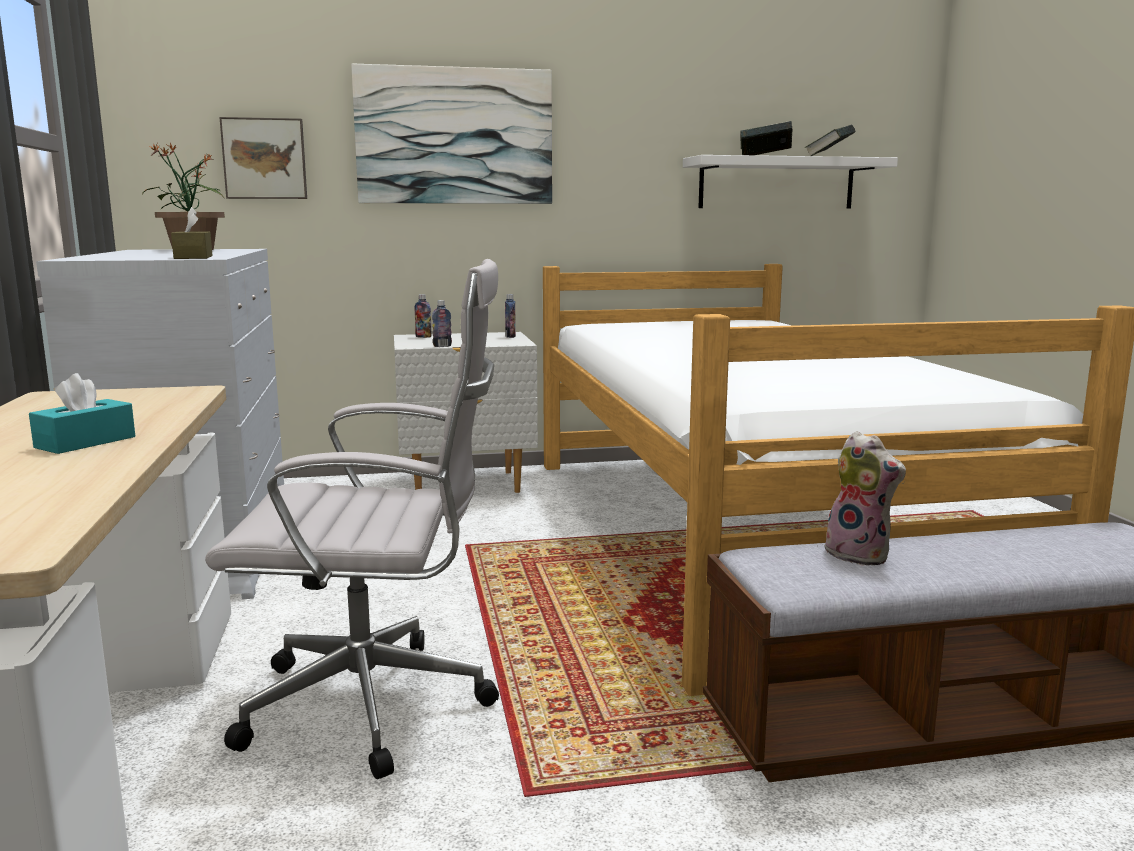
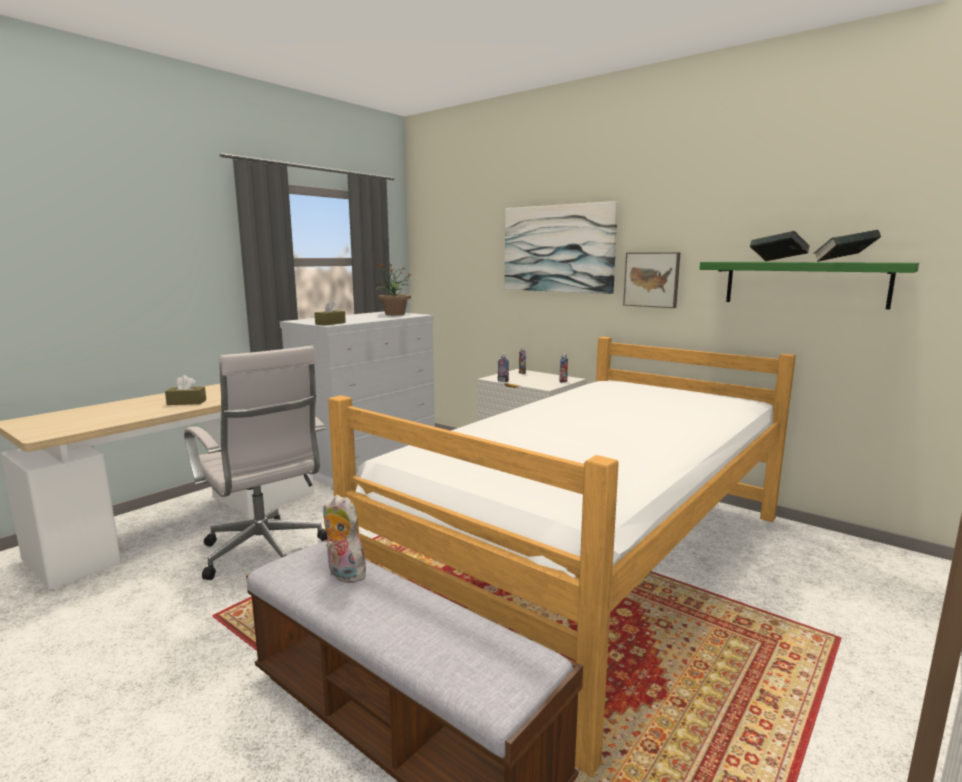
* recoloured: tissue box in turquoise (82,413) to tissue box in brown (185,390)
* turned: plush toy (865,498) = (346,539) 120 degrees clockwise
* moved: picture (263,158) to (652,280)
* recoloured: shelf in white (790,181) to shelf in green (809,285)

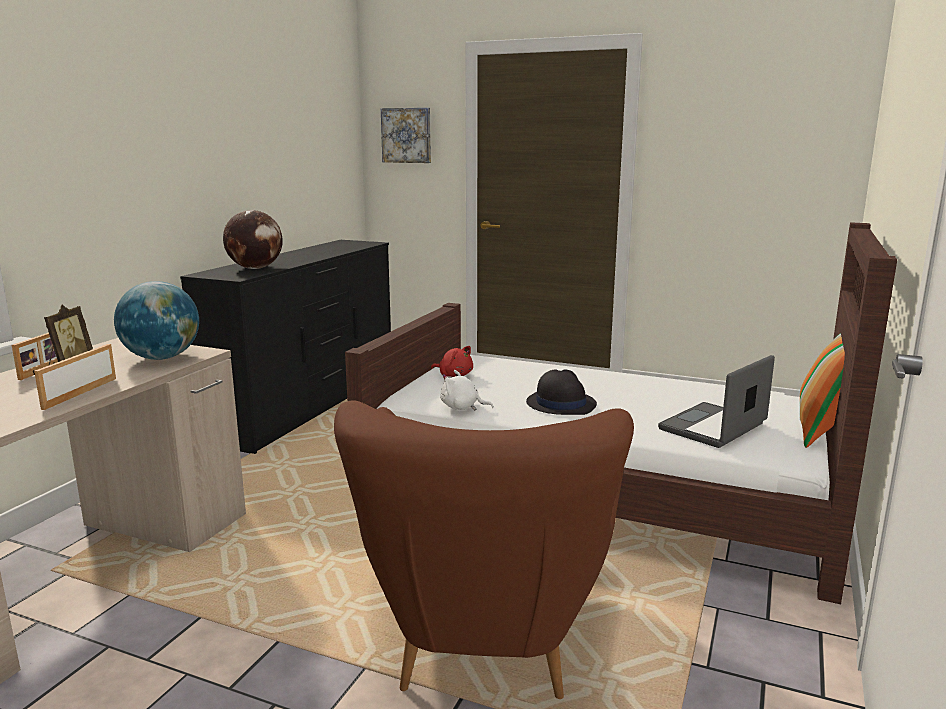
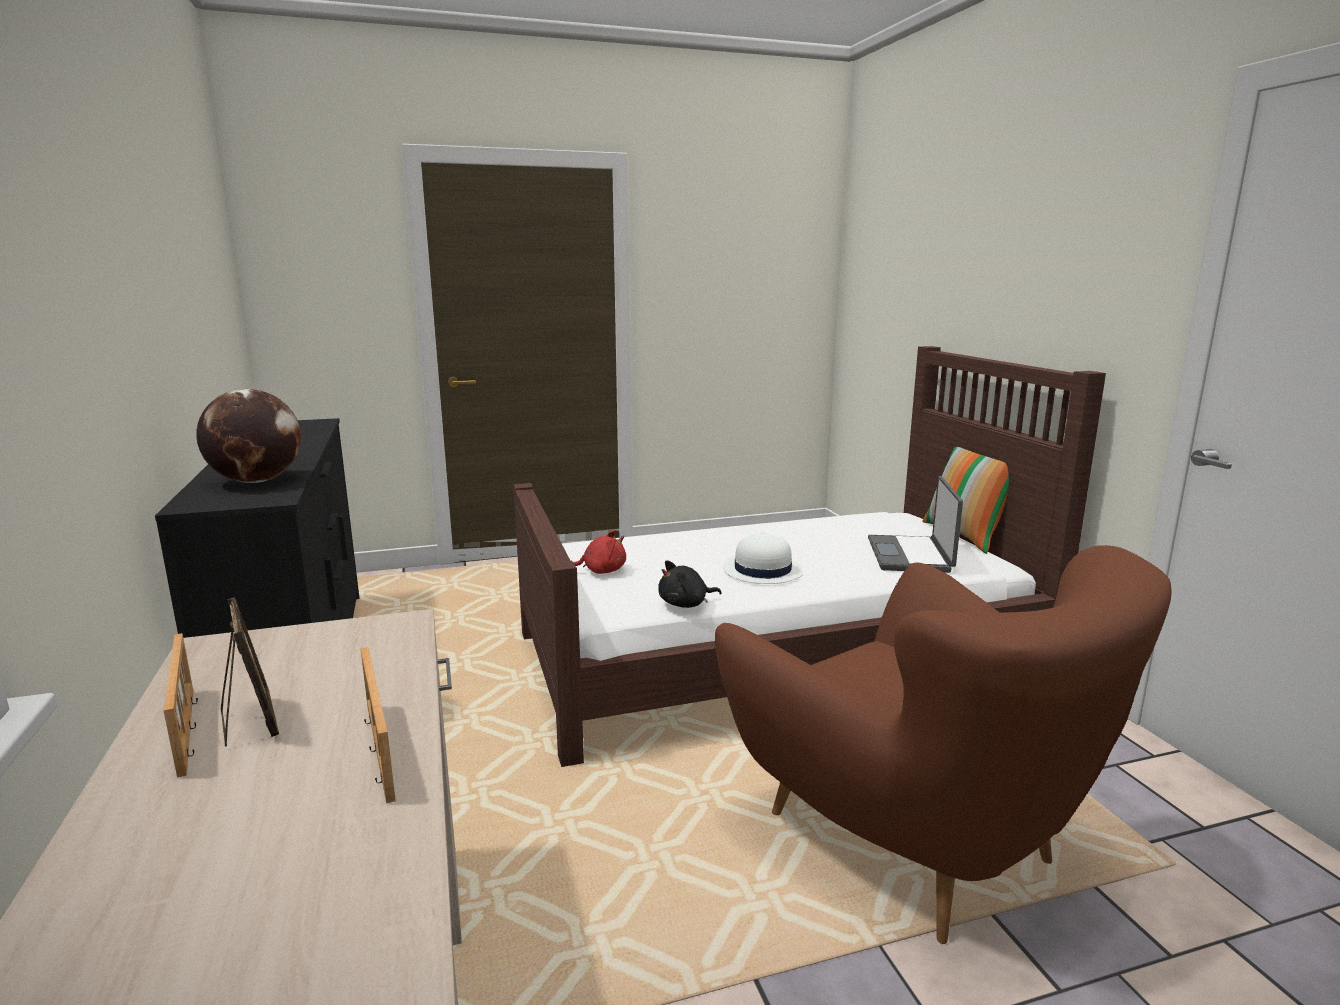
* recoloured: plush toy in white (467,390) to plush toy in black (690,584)
* recoloured: hat in black (561,392) to hat in white (763,557)
* removed: globe (156,320)
* removed: picture (406,135)

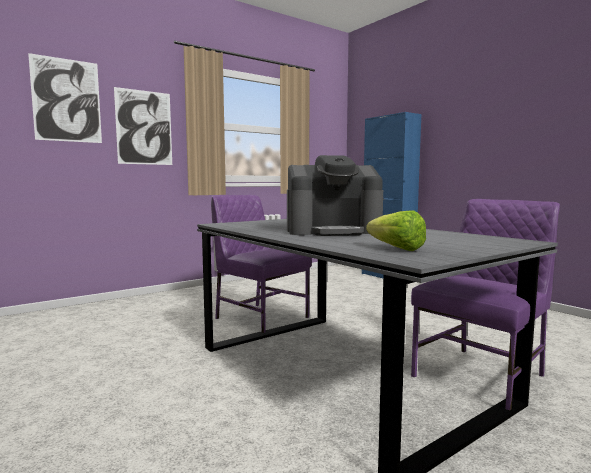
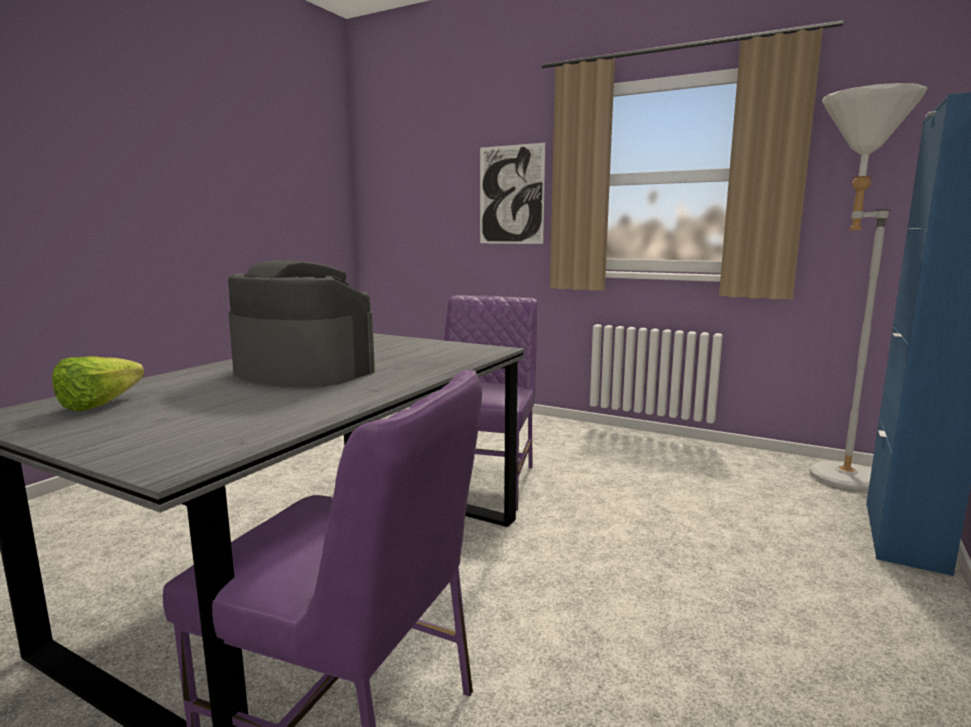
* turned: coffee machine (335,195) = (301,323) 150 degrees clockwise
* added: floor lamp in white (869,287)
* removed: picture (65,98)

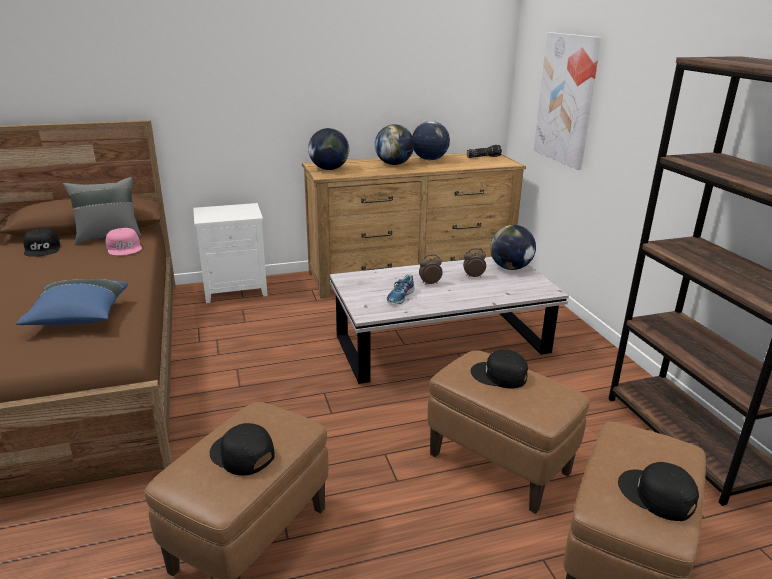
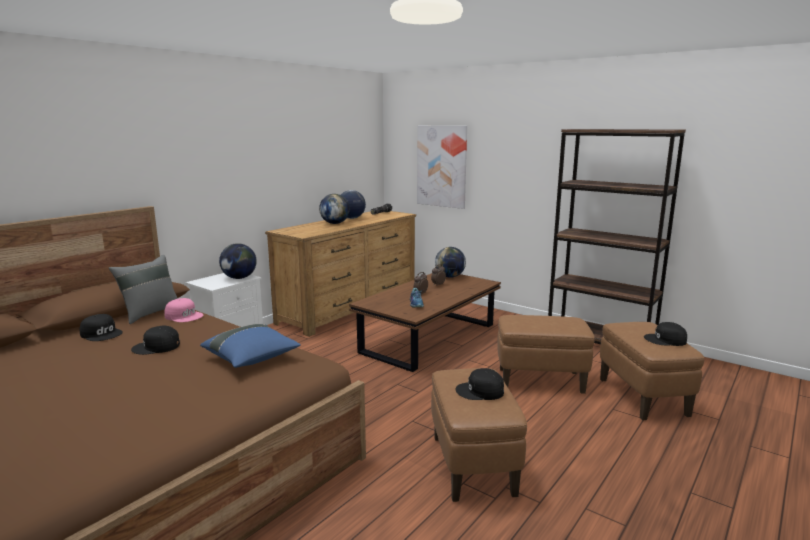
* moved: cap in black (499,369) to (155,340)
* moved: globe (328,149) to (238,261)
* recoloured: coffee table in white (449,320) to coffee table in brown (425,322)

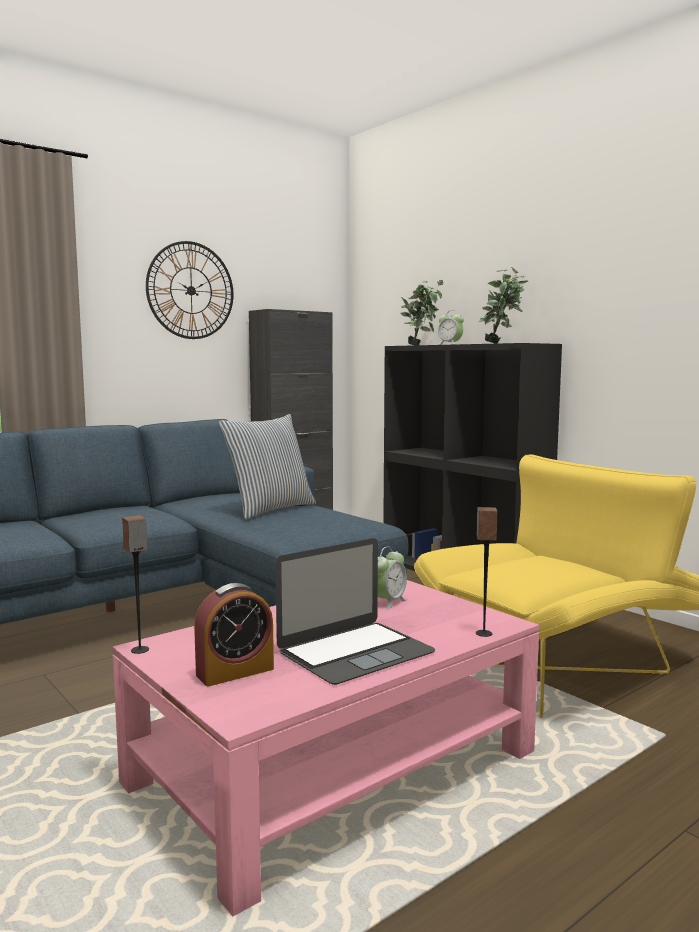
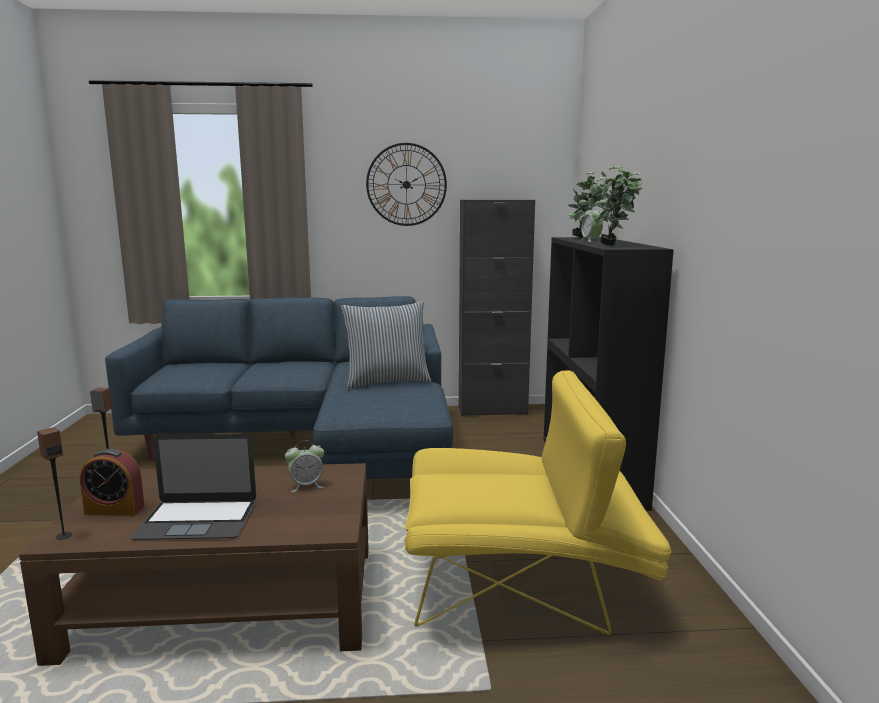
* recoloured: coffee table in pink (325,748) to coffee table in brown (194,564)
* moved: speaker (486,572) to (54,483)

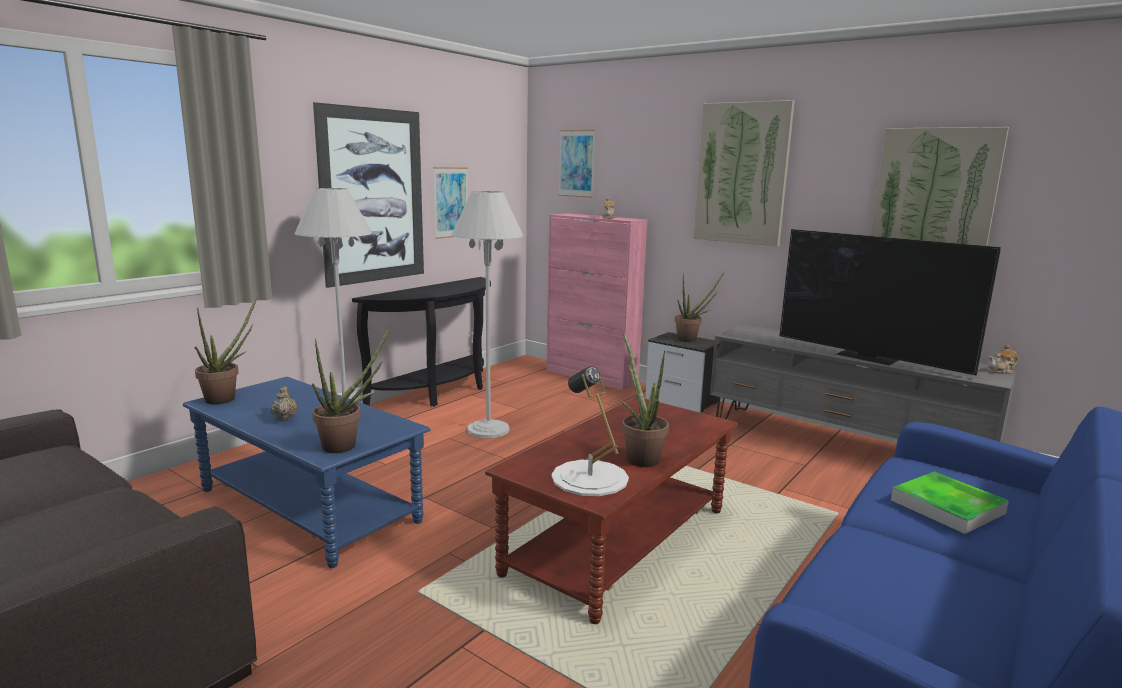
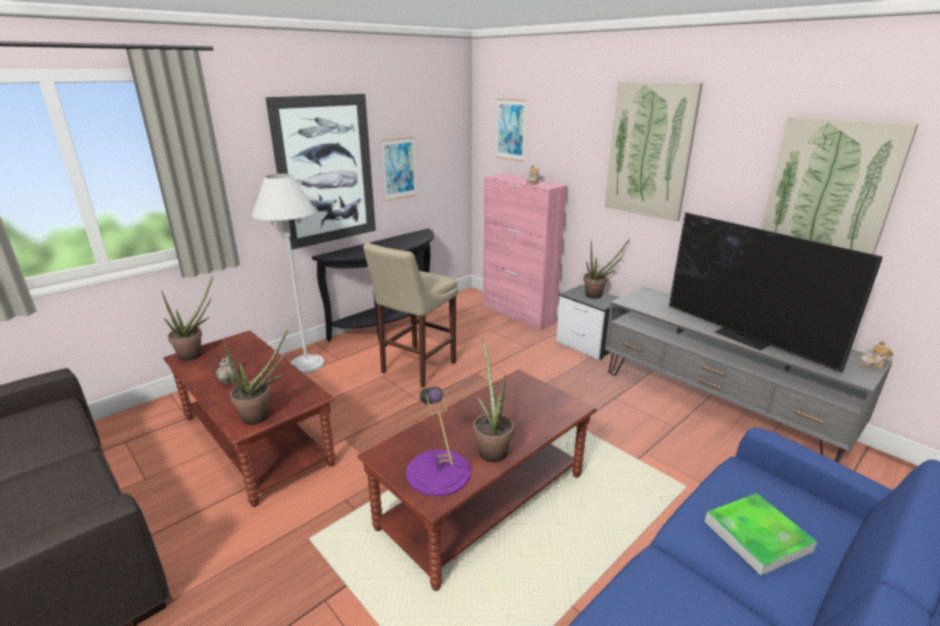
* recoloured: coffee table in blue (307,472) to coffee table in brown (249,418)
* replaced: floor lamp in white (487,314) to stool in beige (410,315)
* recoloured: table lamp in white (590,431) to table lamp in purple (438,442)

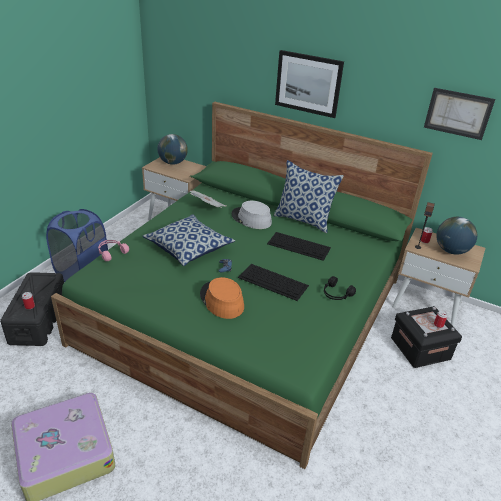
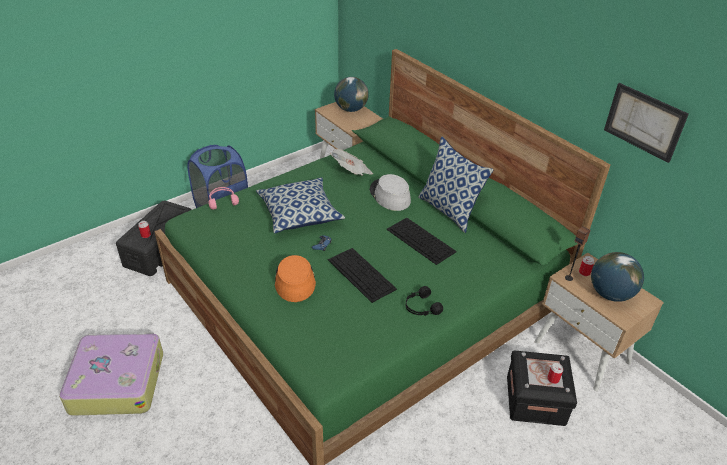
* removed: picture (309,84)

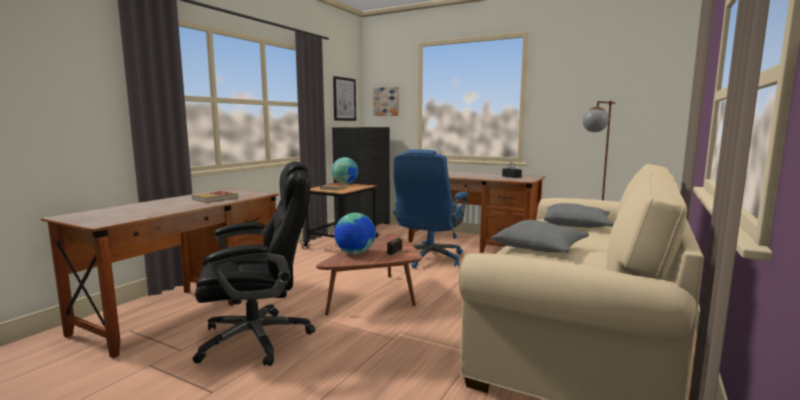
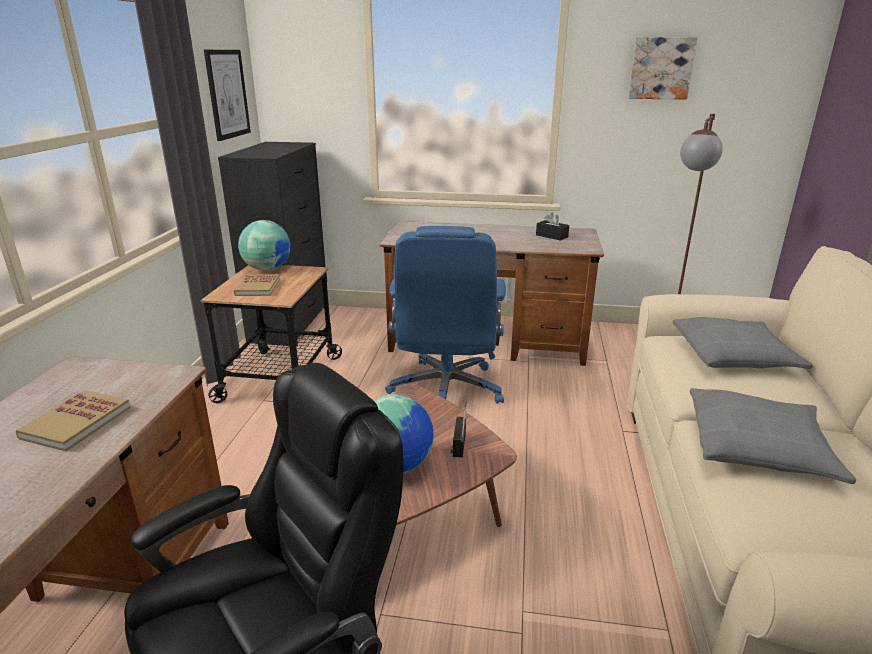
* moved: picture (386,101) to (662,68)

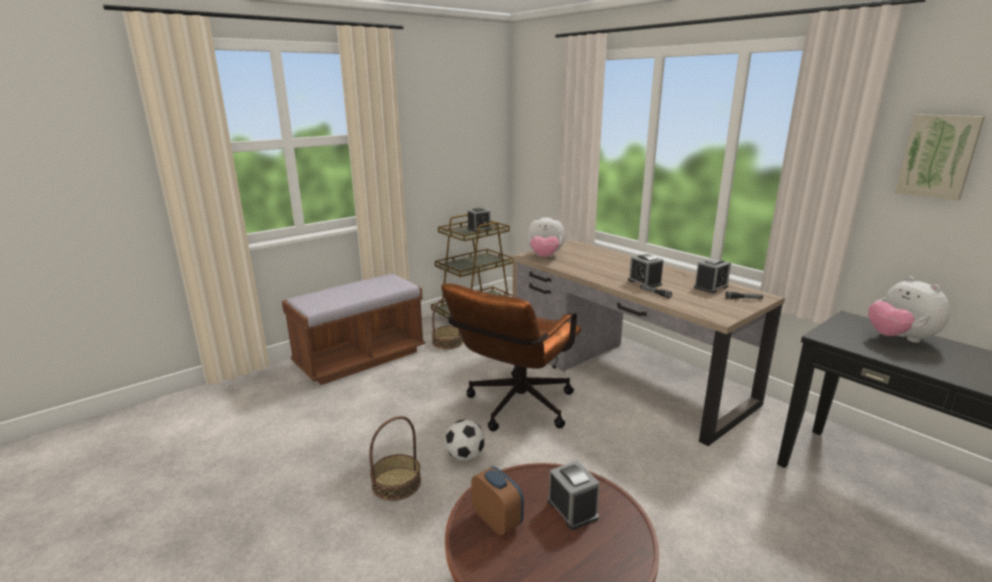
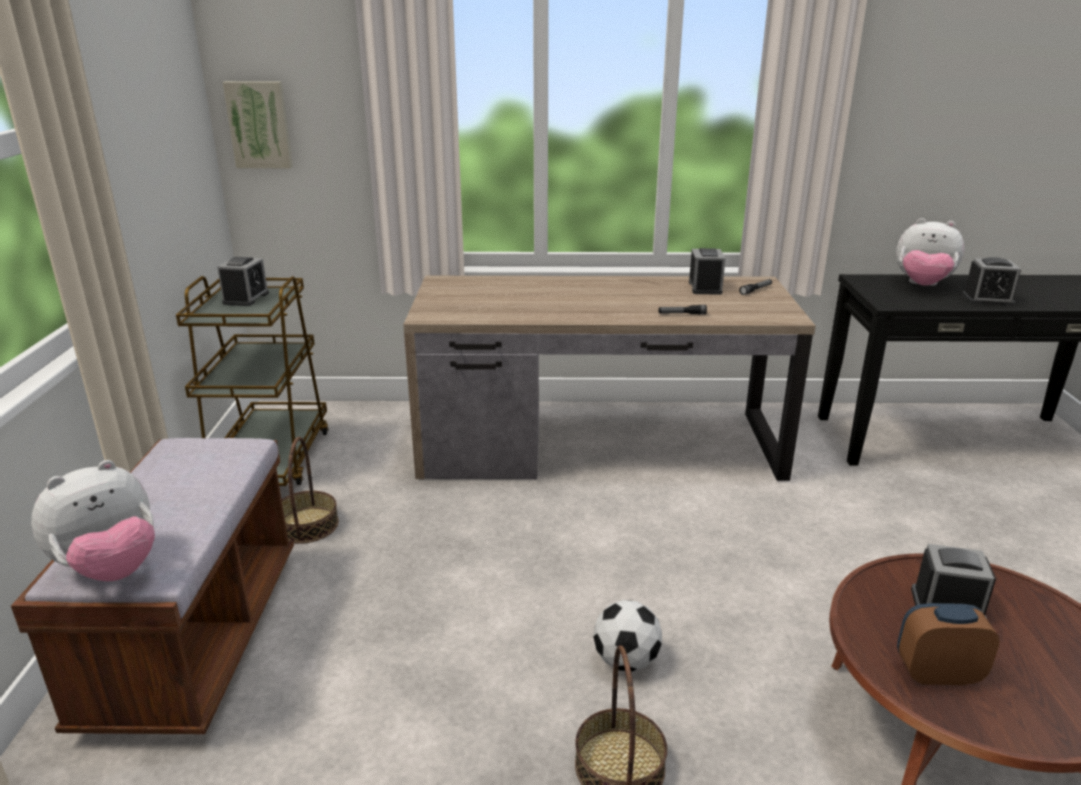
* moved: plush toy (546,236) to (93,520)
* moved: picture (940,157) to (258,124)
* moved: alarm clock (645,271) to (991,281)
* removed: office chair in brown (511,357)

